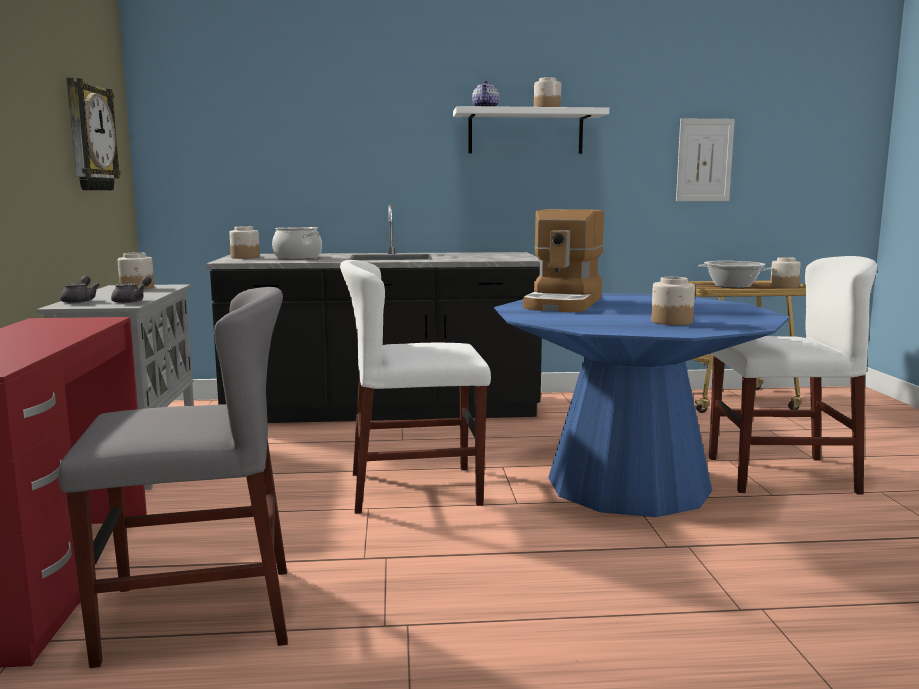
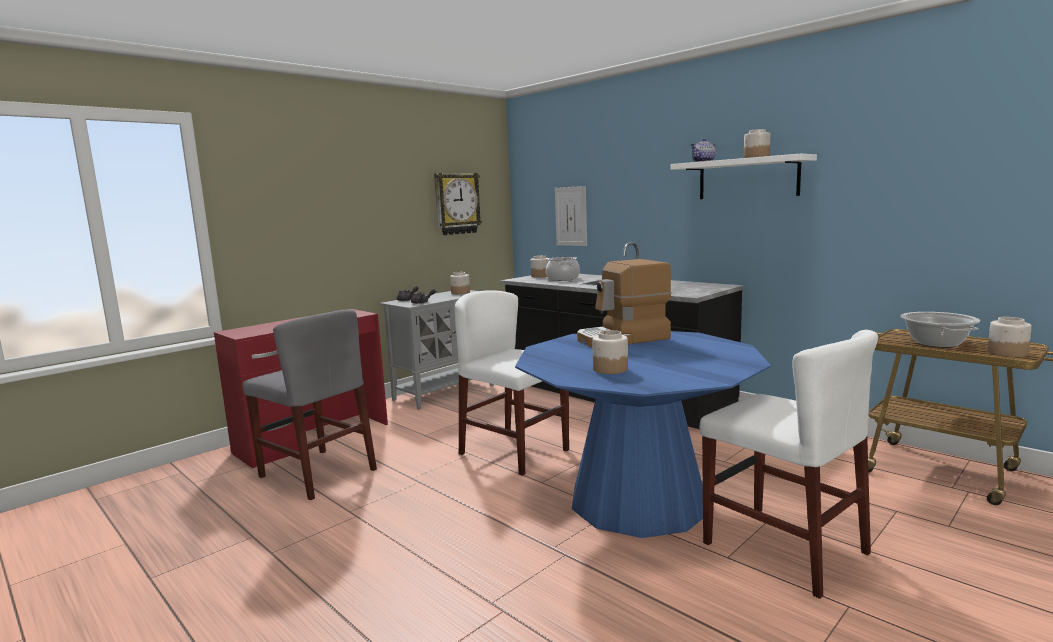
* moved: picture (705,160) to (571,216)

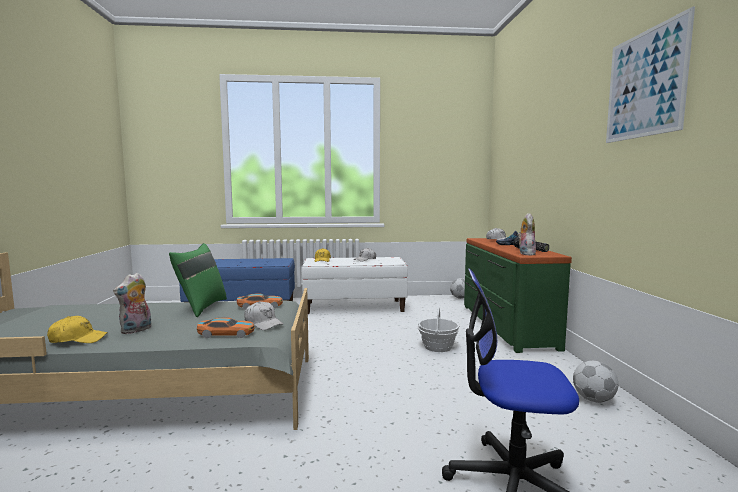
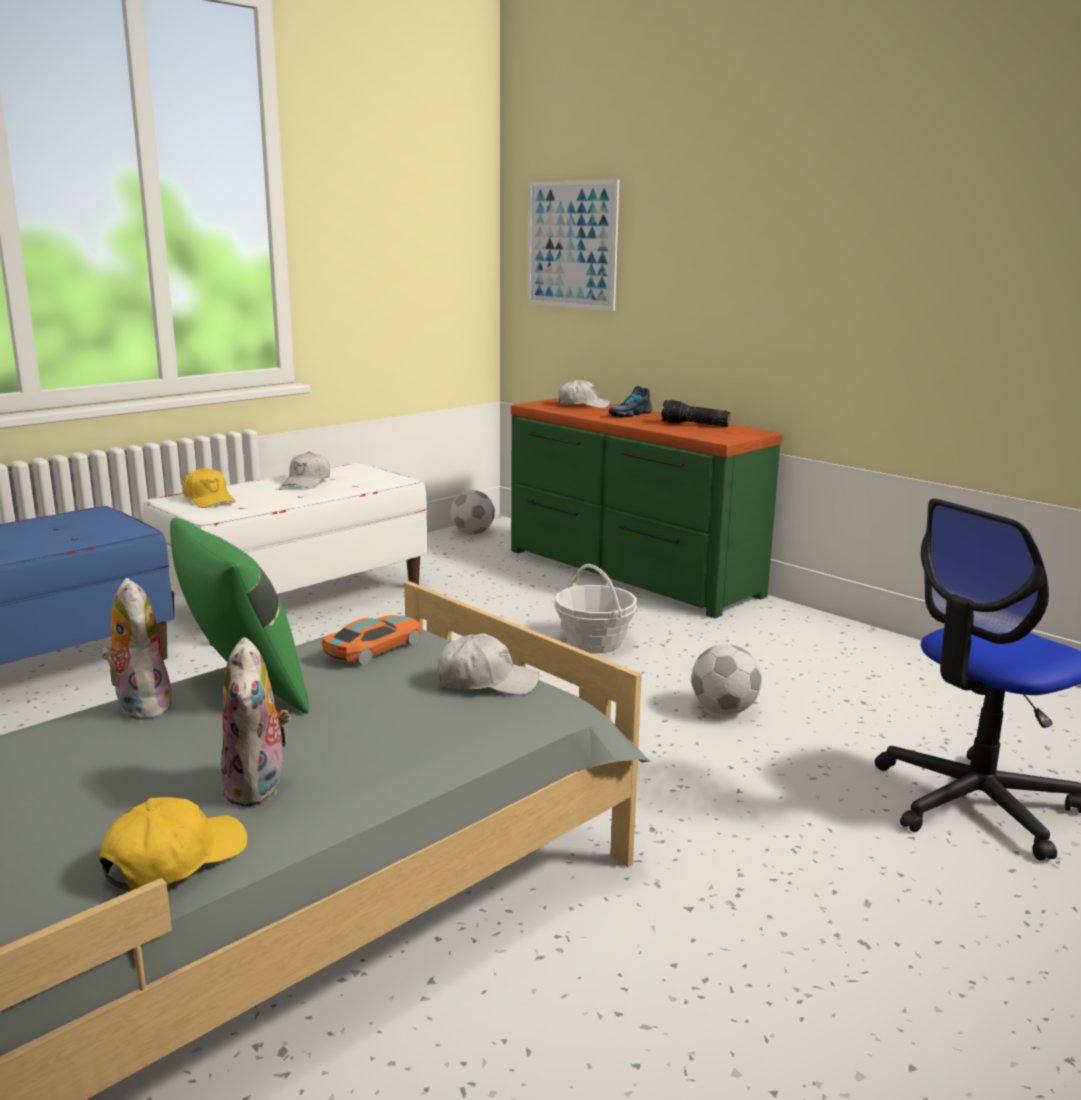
* moved: plush toy (526,234) to (137,649)
* moved: picture (650,75) to (573,245)
* moved: football (596,382) to (726,679)
* removed: toy car (225,328)

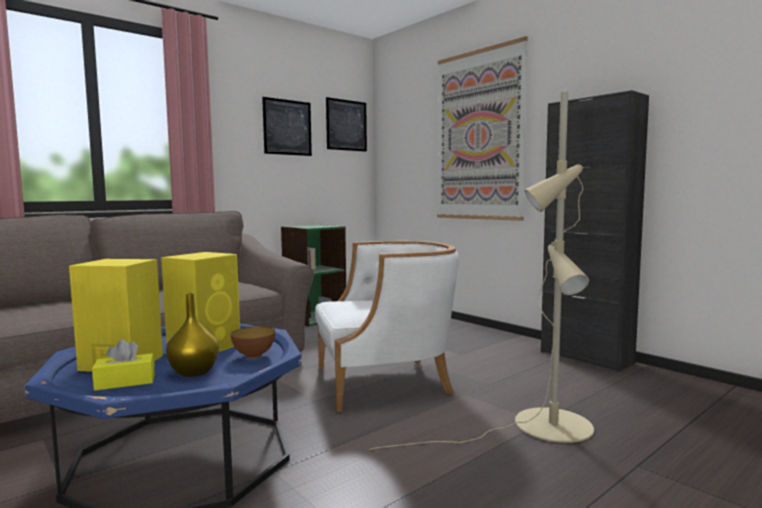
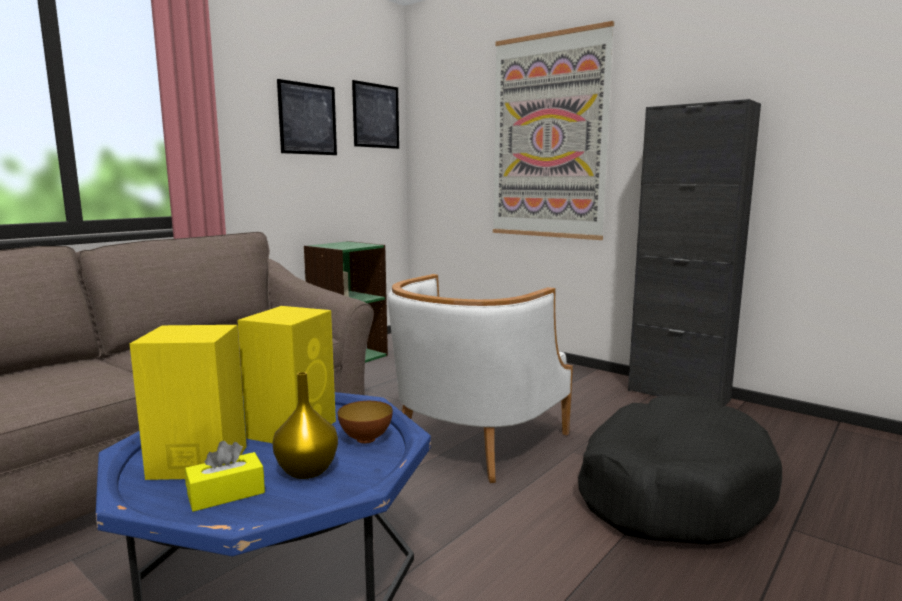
* turned: armchair in white (387,326) = (480,378) 150 degrees clockwise
* replaced: floor lamp in beige (481,270) to dog bed in black (680,470)

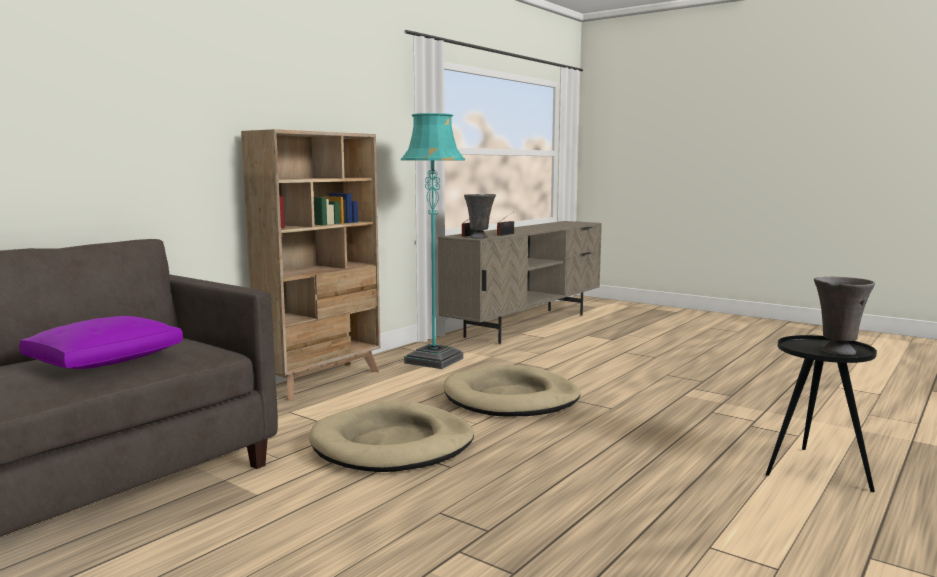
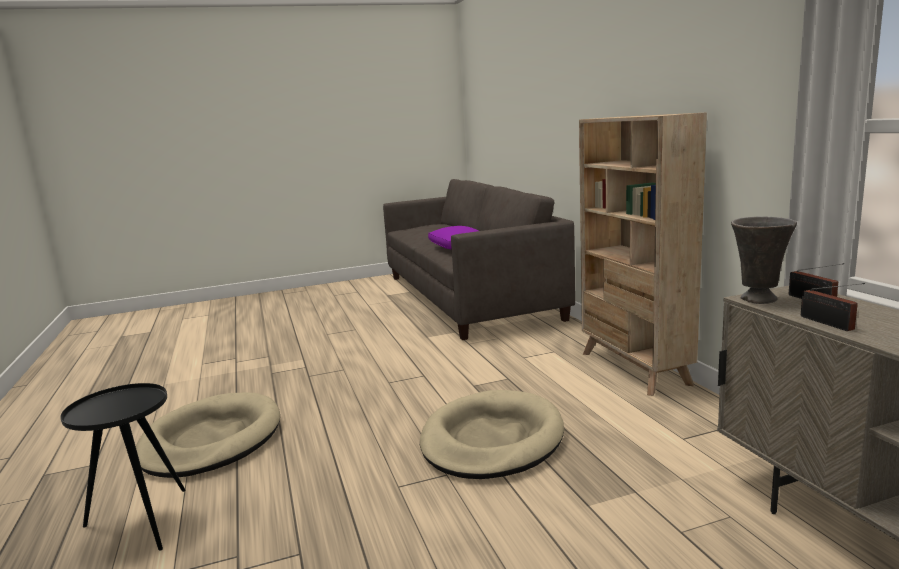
* moved: dog bed in beige (391,436) to (208,435)
* removed: floor lamp in turquoise (433,241)
* removed: vase in grey (844,316)

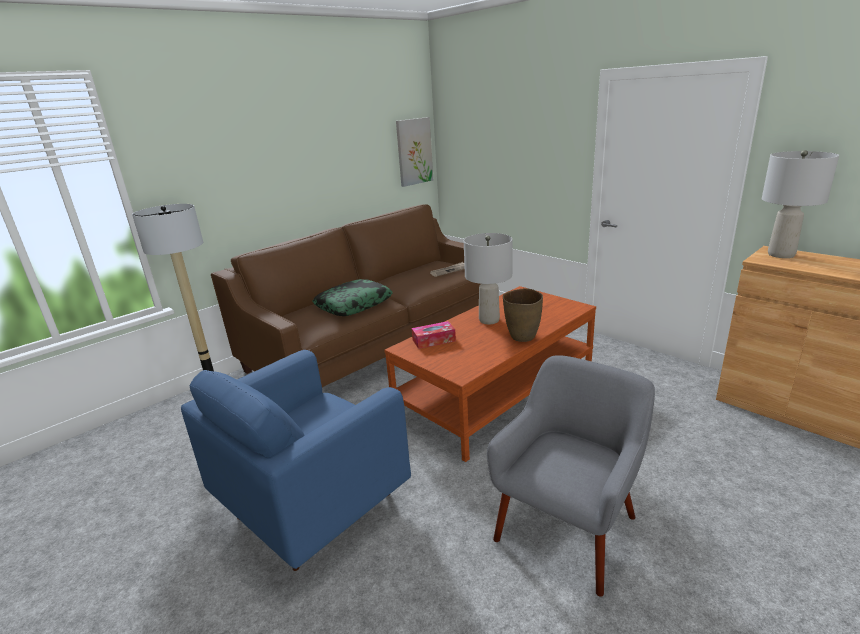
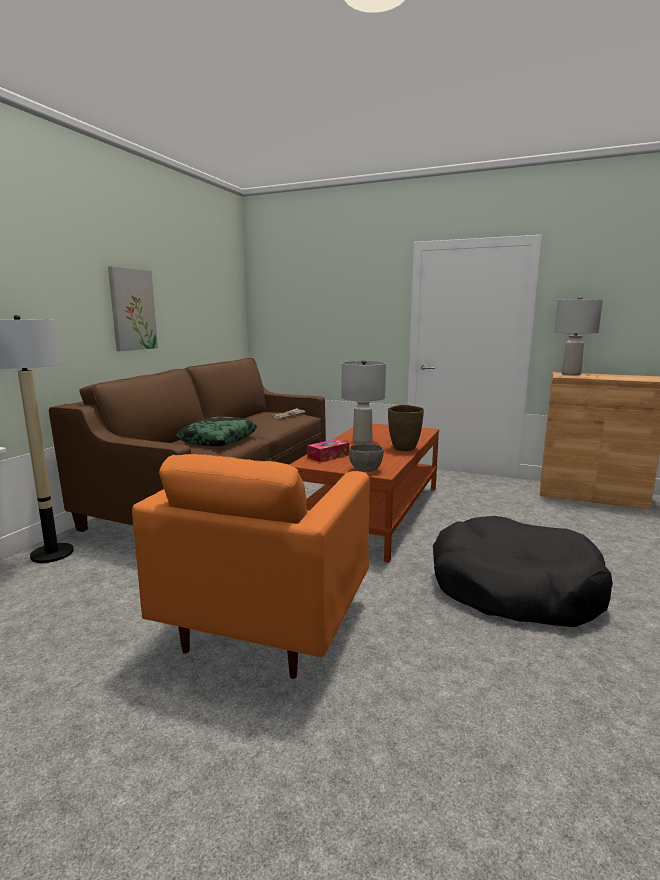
* moved: picture (414,152) to (133,308)
* recoloured: armchair in blue (296,460) to armchair in orange (251,566)
* added: bowl in grey (366,458)
* replaced: armchair in grey (571,476) to dog bed in black (523,571)

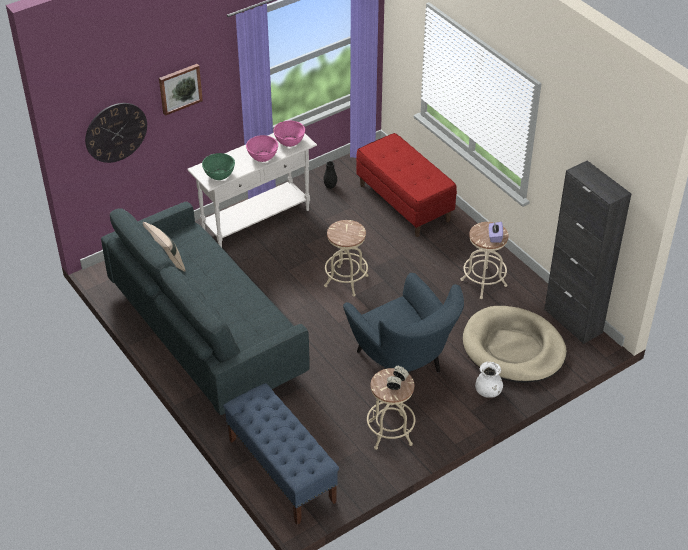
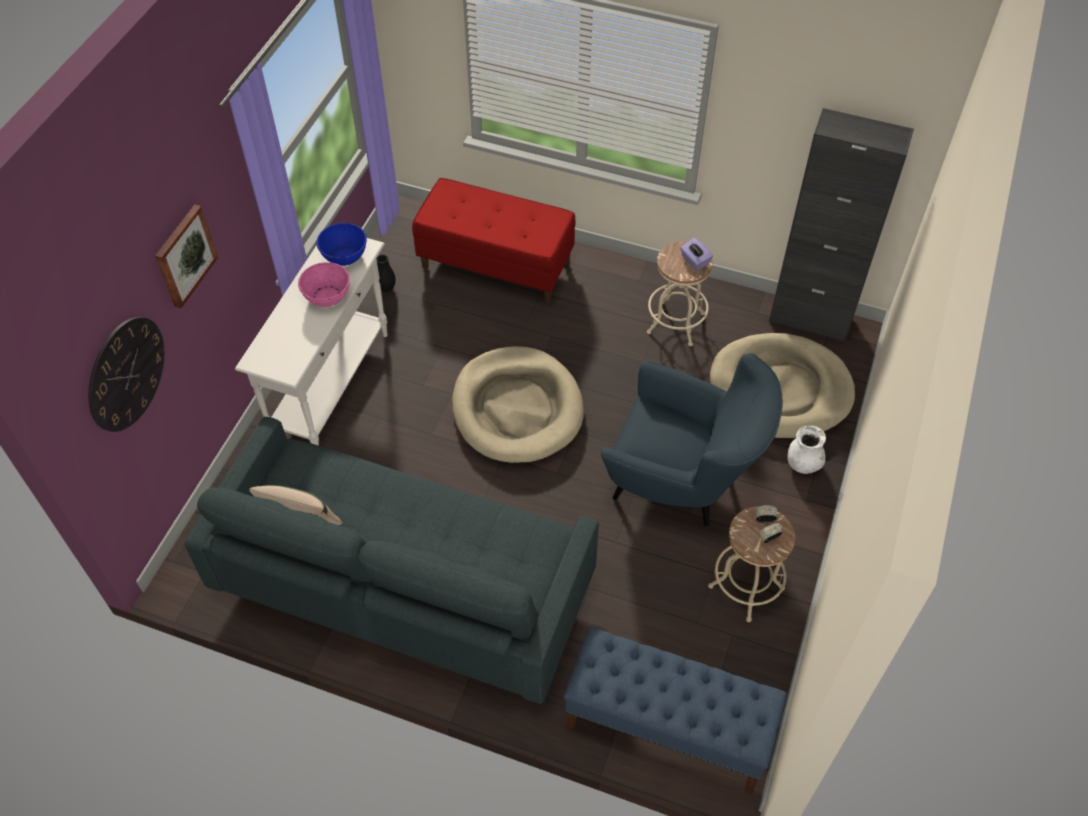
* recoloured: bowl in pink (289,134) to bowl in blue (342,244)
* replaced: stool in beige (346,258) to dog bed in beige (518,404)
* removed: bowl in green (218,166)

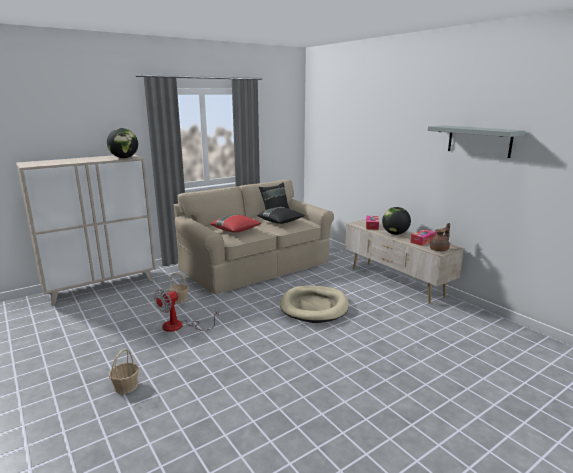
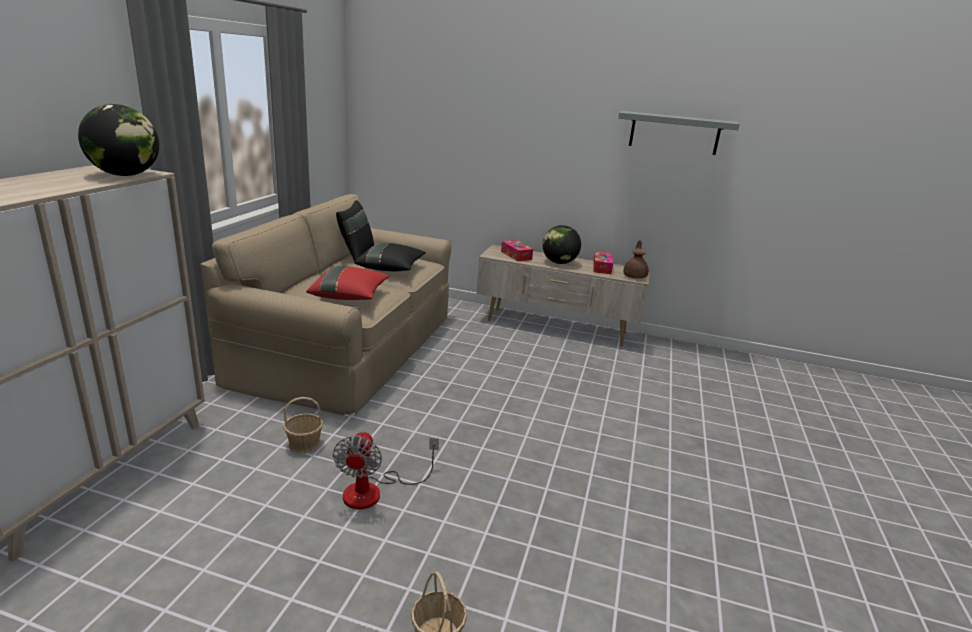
* removed: dog bed in beige (314,304)

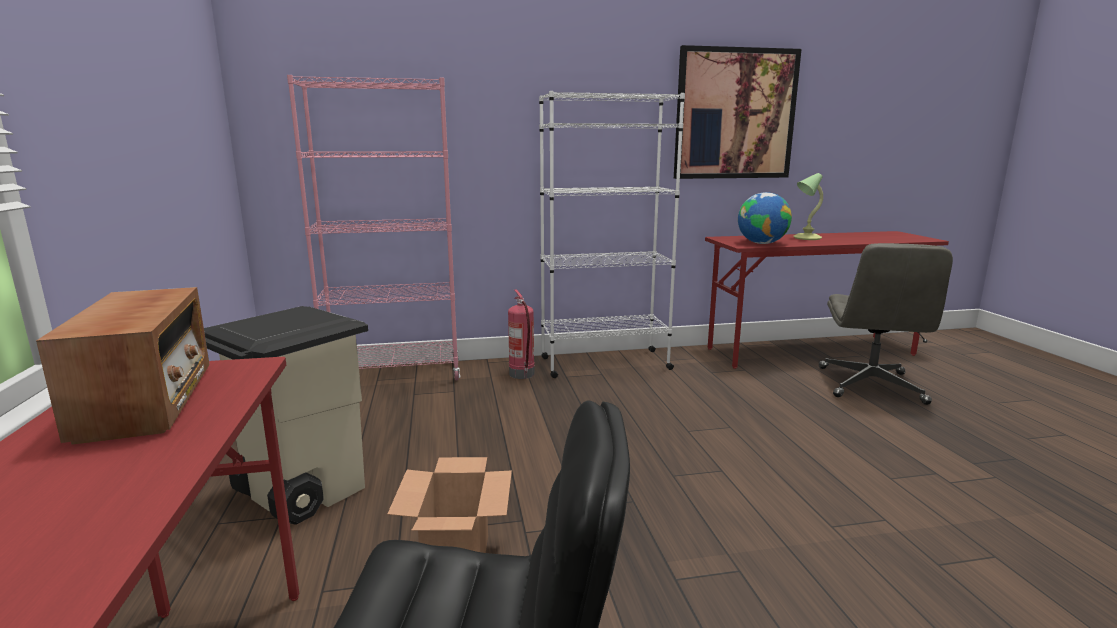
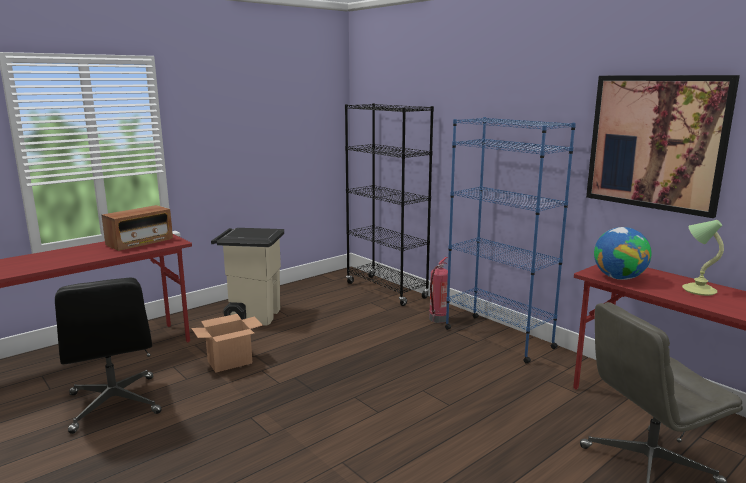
* recoloured: bookcase in pink (373,228) to bookcase in black (389,204)
* recoloured: bookcase in white (612,234) to bookcase in blue (510,240)

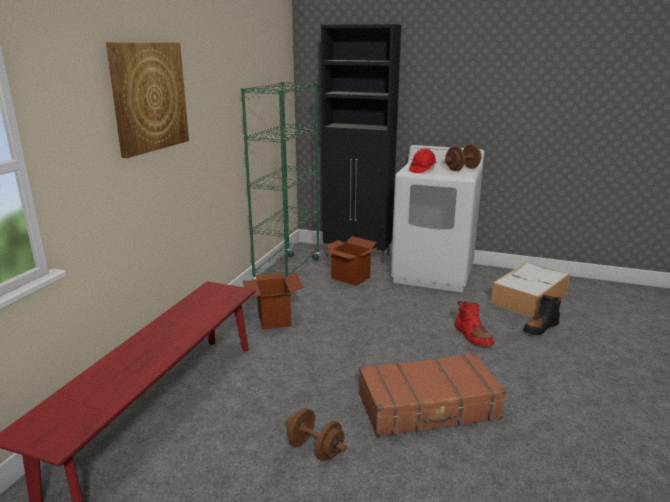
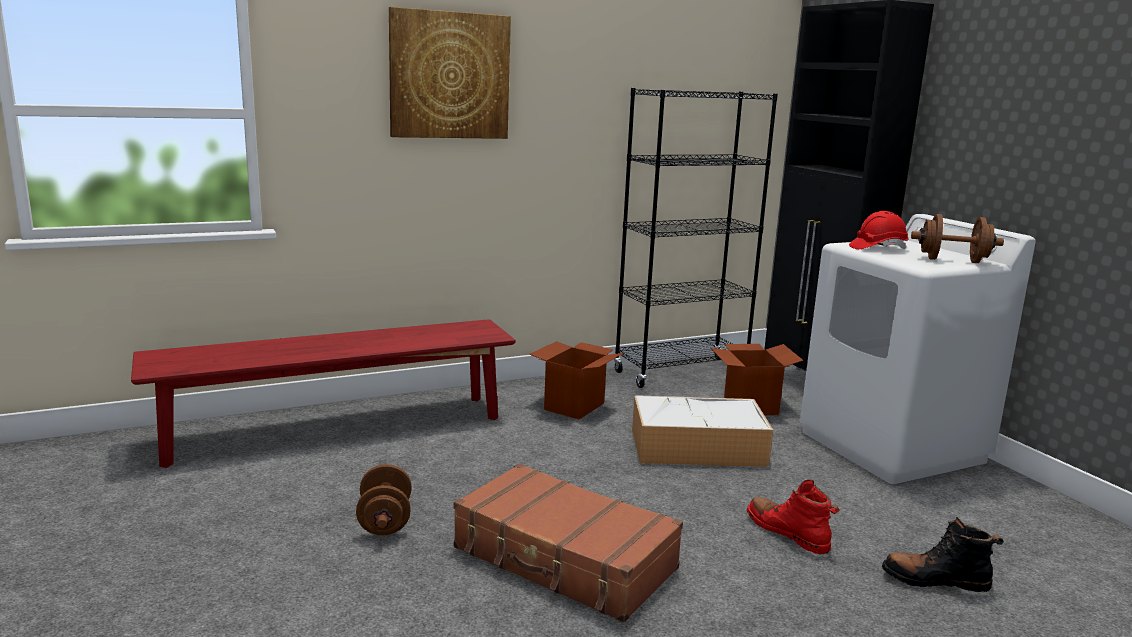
* recoloured: bookcase in green (280,181) to bookcase in black (696,238)
* moved: storage box (530,290) to (702,431)
* turned: boot in red (474,323) = (793,517) 120 degrees clockwise

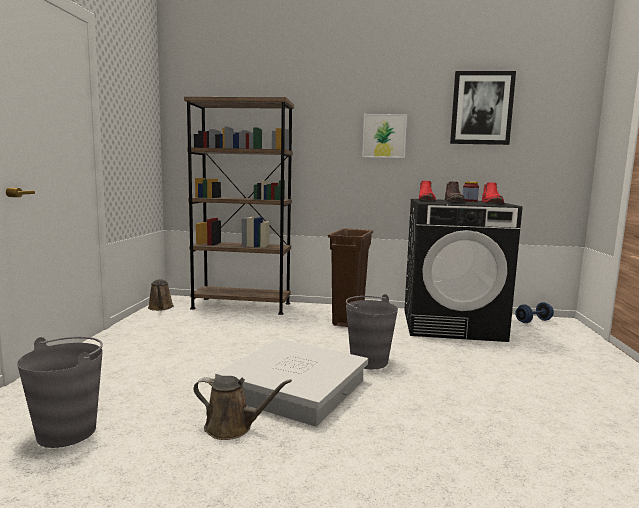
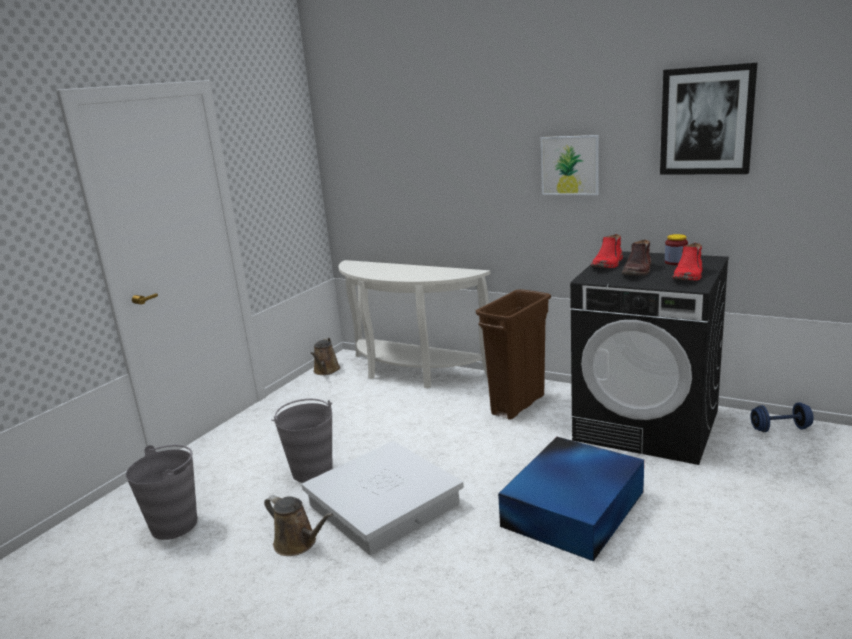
* moved: bucket in grey (372,331) to (301,441)
* replaced: bookcase in brown (239,206) to console table in white (414,324)
* added: storage box in blue (571,499)

